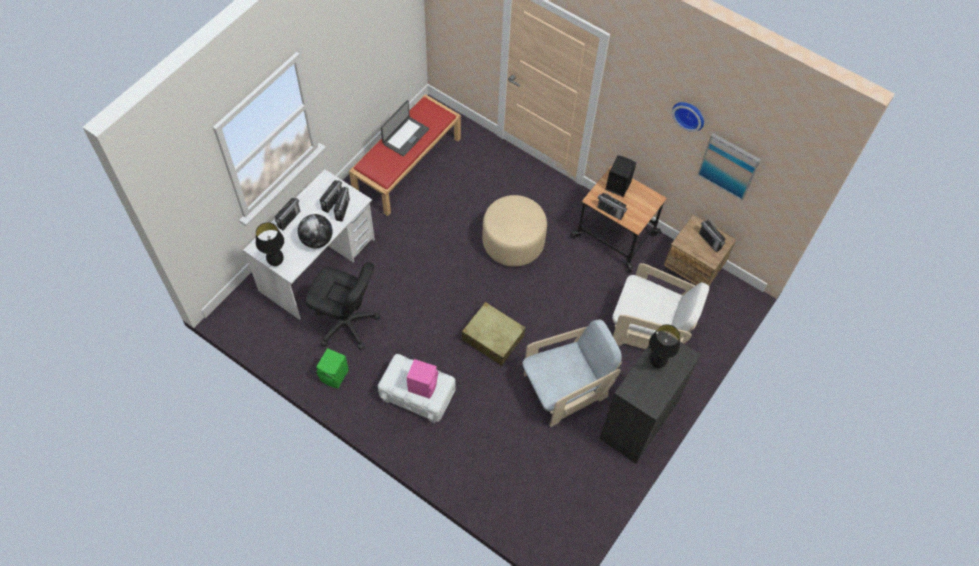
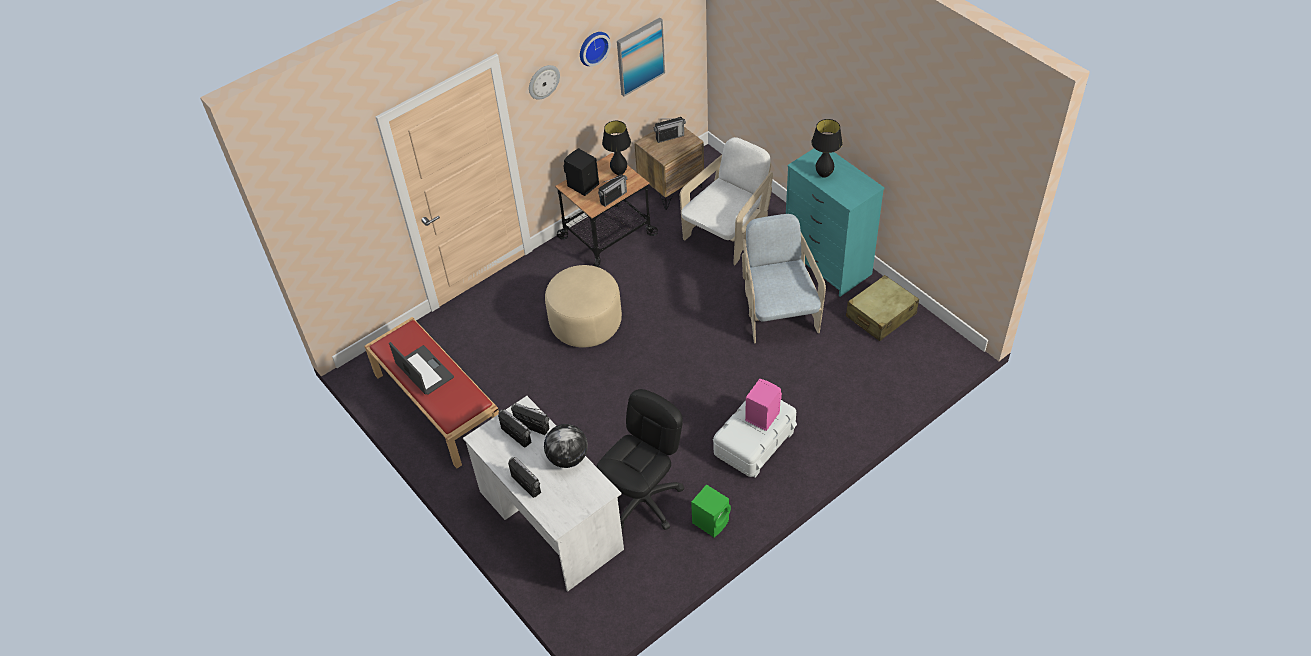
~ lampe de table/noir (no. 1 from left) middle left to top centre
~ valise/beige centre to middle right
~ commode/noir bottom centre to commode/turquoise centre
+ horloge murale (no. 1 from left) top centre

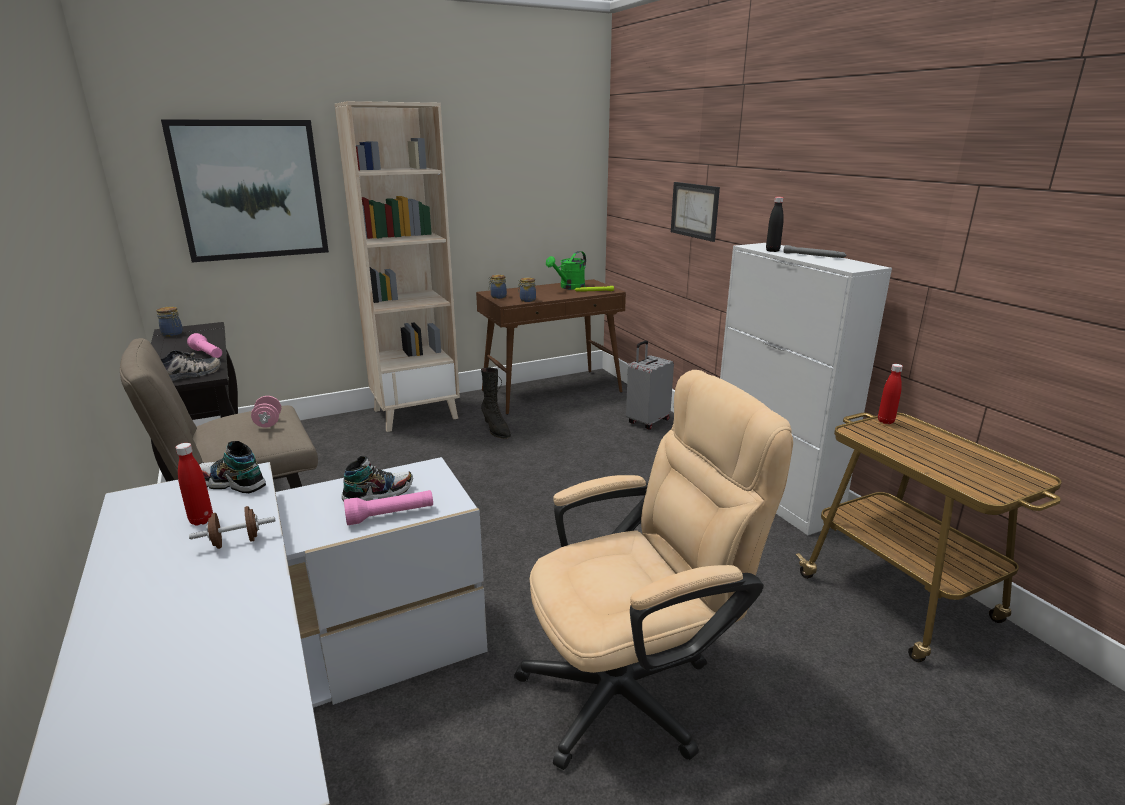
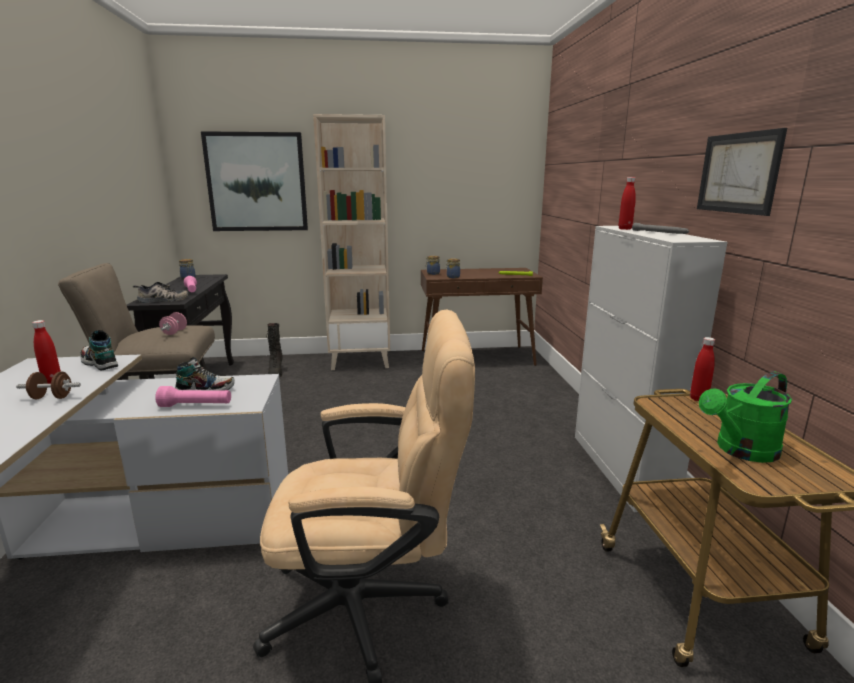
~ tableau (no. 2 from left) top centre to top right
~ bouteille/noir top right to bouteille/rouge (no. 2 from left) top right
~ arrosoir/vert centre to middle right
- valise/gris centre
~ botte/noir centre to middle left

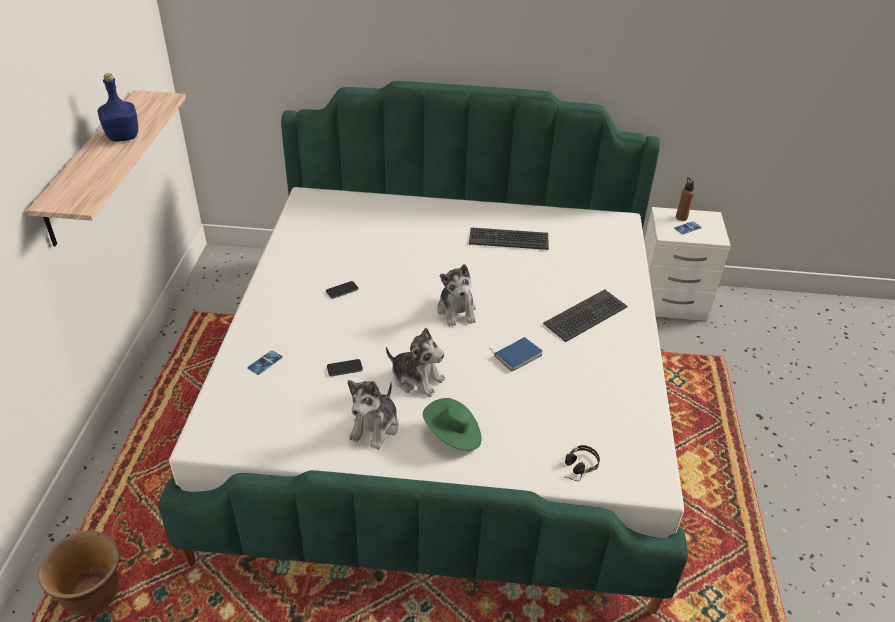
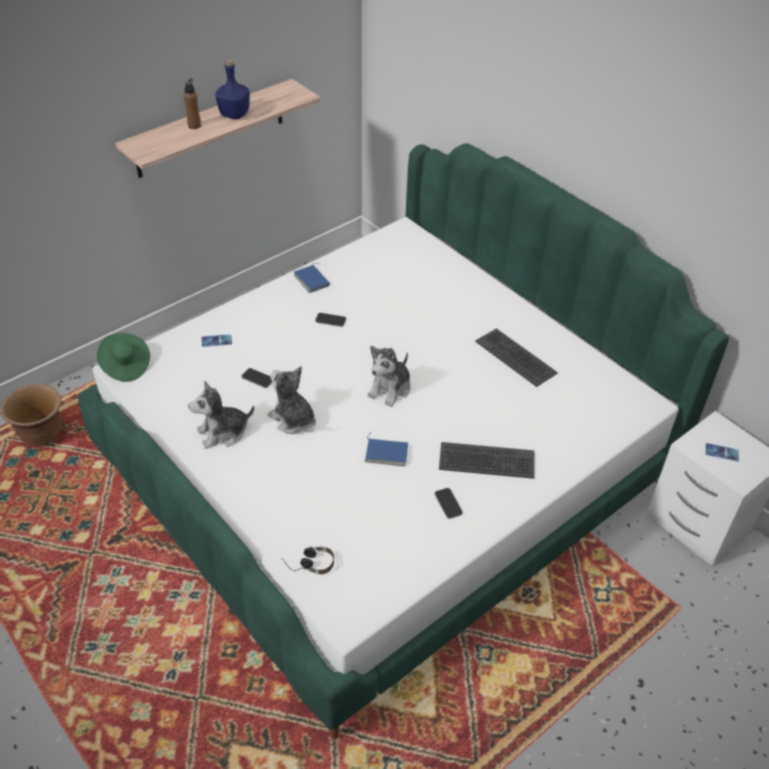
~ bouteille/marron top right to top left
~ peluche (no. 2 from left) centre = centre 150 degrees clockwise
~ chapeau/vert bottom centre to middle left
+ livre/bleu (no. 1 from left) centre
+ téléphone (no. 4 from left) centre

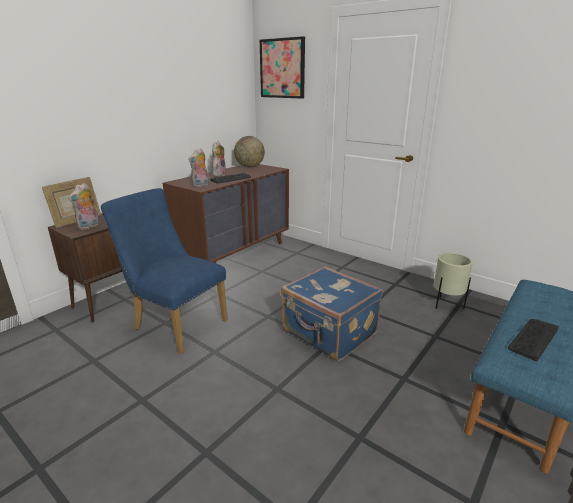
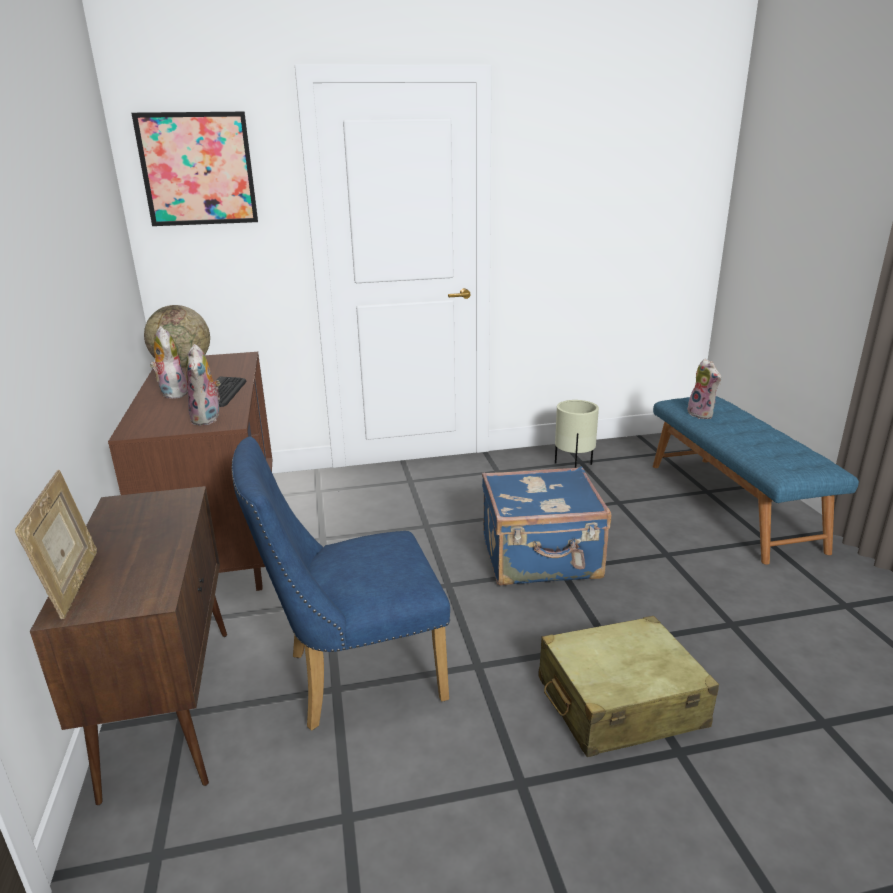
~ peluche (no. 1 from left in the first image) middle left to peluche (no. 3 from left) middle right
- clavier (no. 2 from left) bottom right
+ valise/beige bottom right

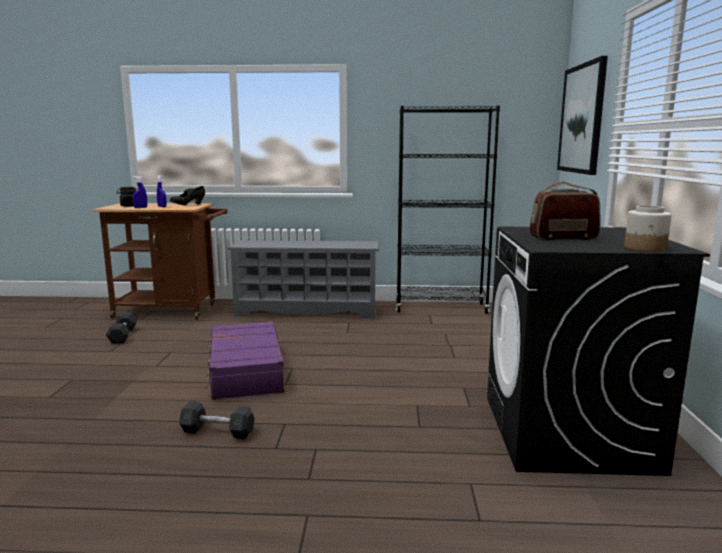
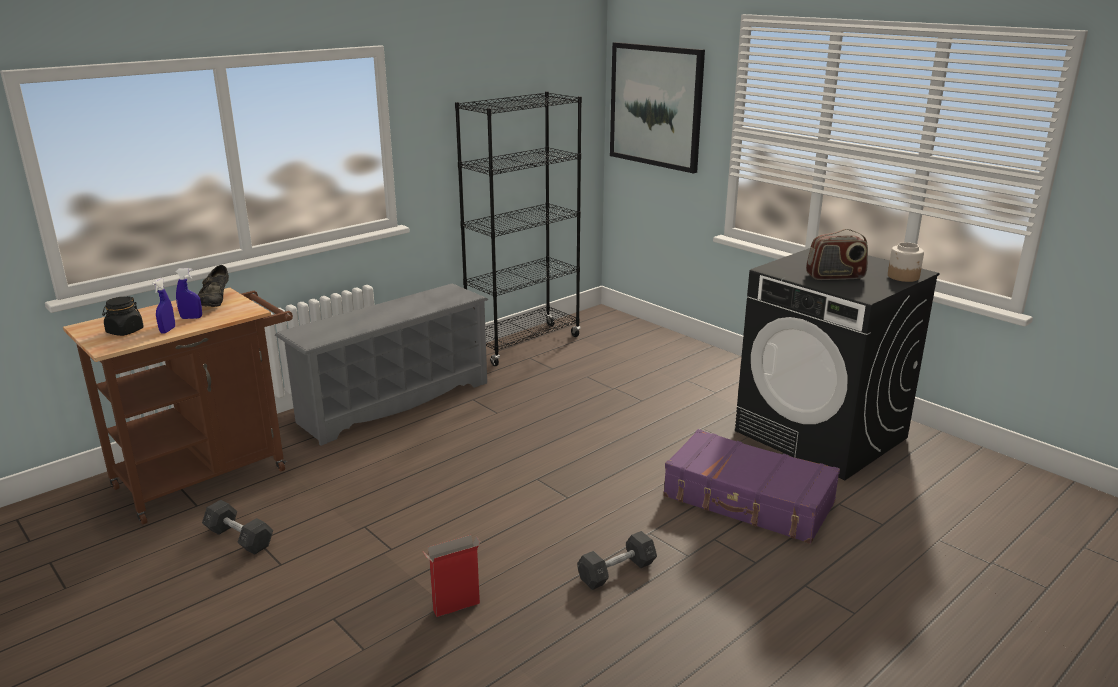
~ radio middle right = middle right 135 degrees counterclockwise
~ valise/violet centre to bottom right
+ carton bottom centre

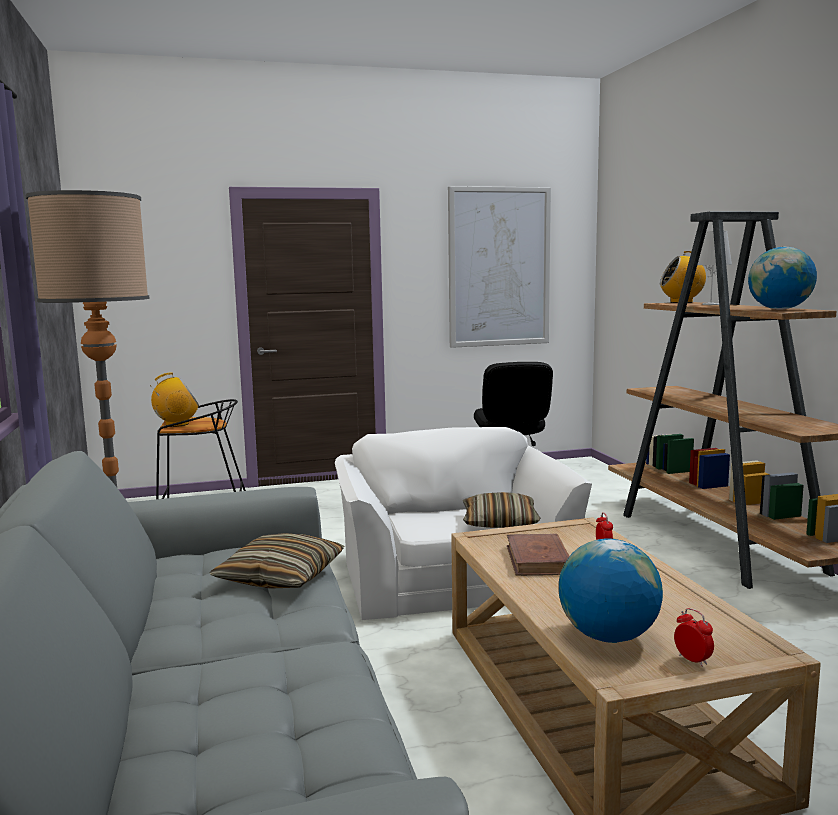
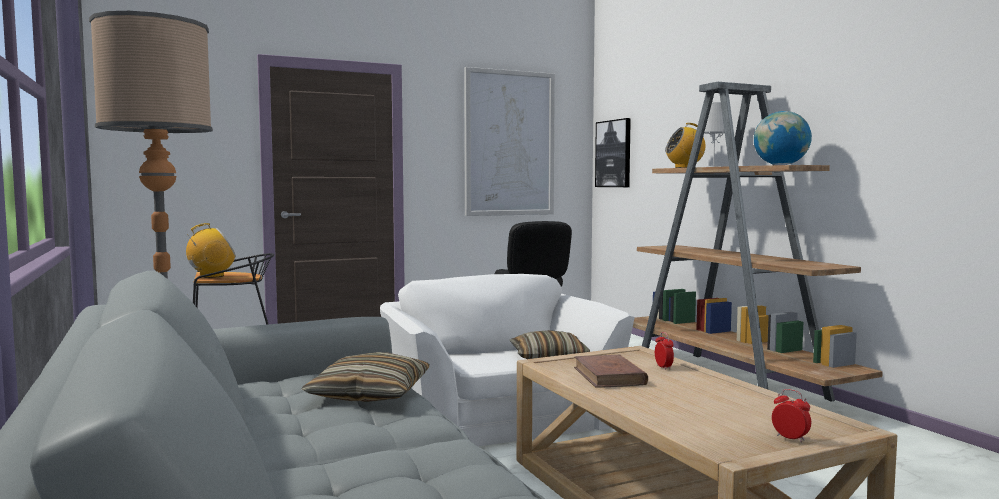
- globe (no. 1 from left) bottom right
+ tableau (no. 2 from left) top centre

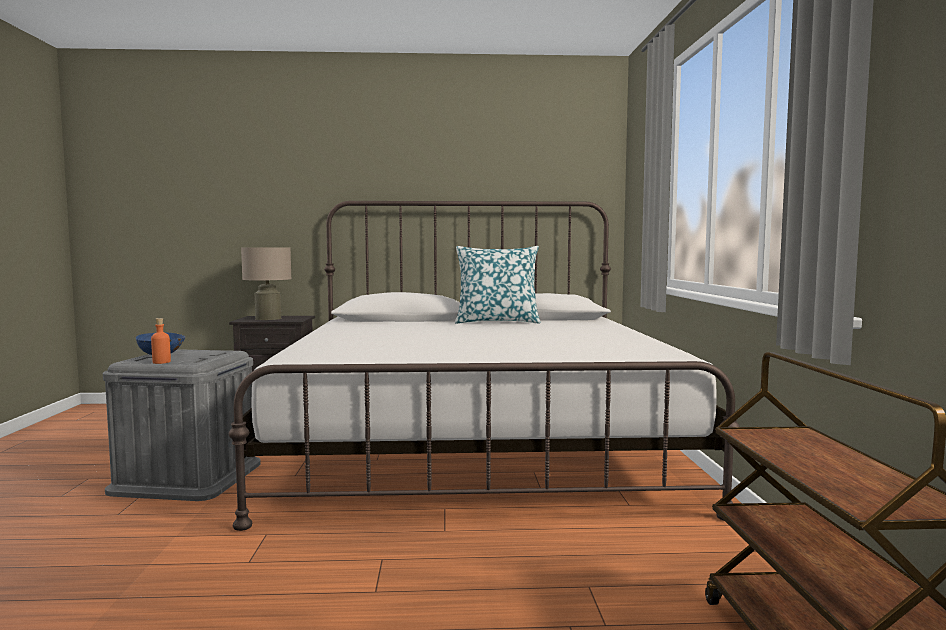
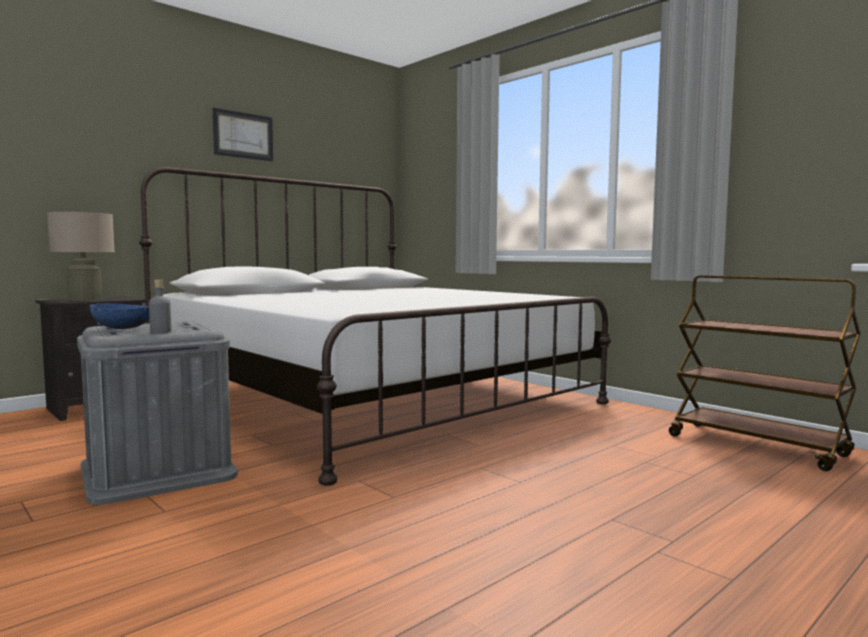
- coussin centre
~ bouteille/orange middle left to bouteille/gris middle left
+ tableau top left

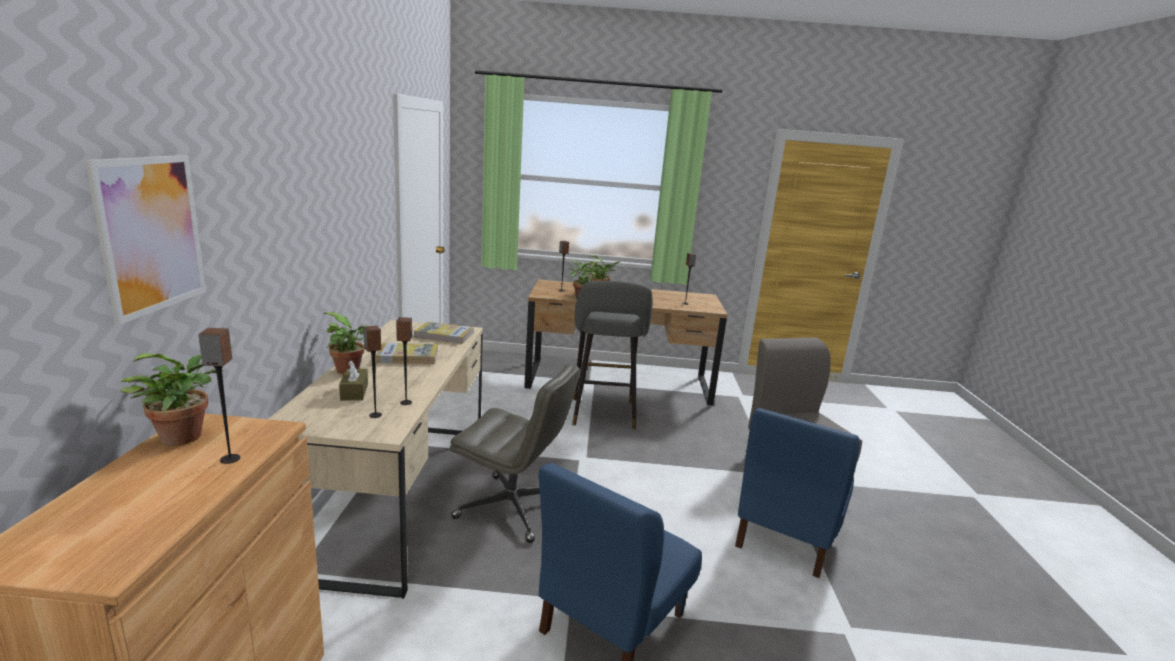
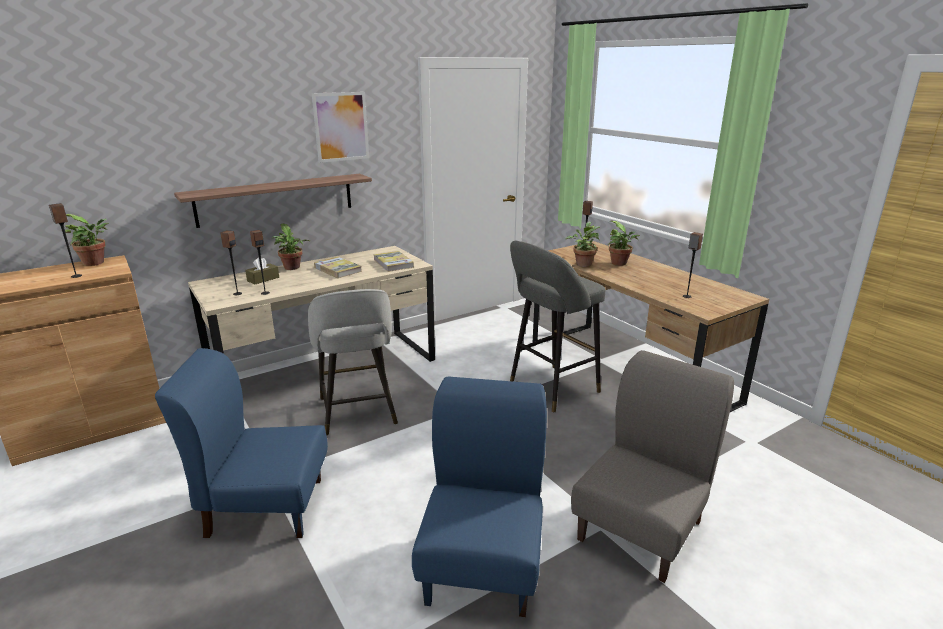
~ tableau middle left to top centre
~ chaise de bureau/gris bottom centre to tabouret/gris (no. 1 from left) centre
~ chaise/bleu (no. 2 from left) bottom right = bottom centre 105 degrees clockwise
+ étagère top left

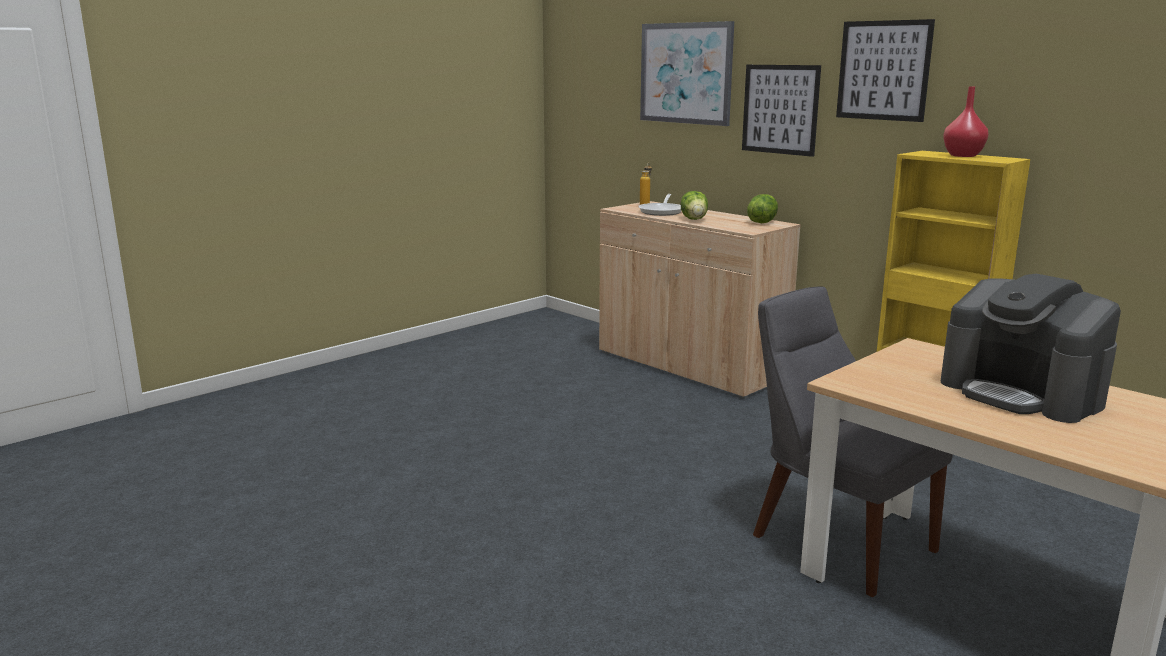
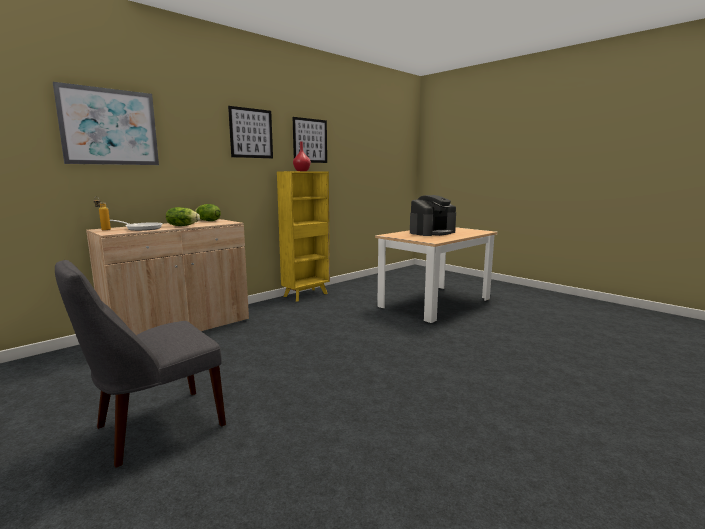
~ tableau (no. 2 from left in the first image) top right to tableau (no. 3 from left) top centre
~ chaise/gris bottom right to bottom left

